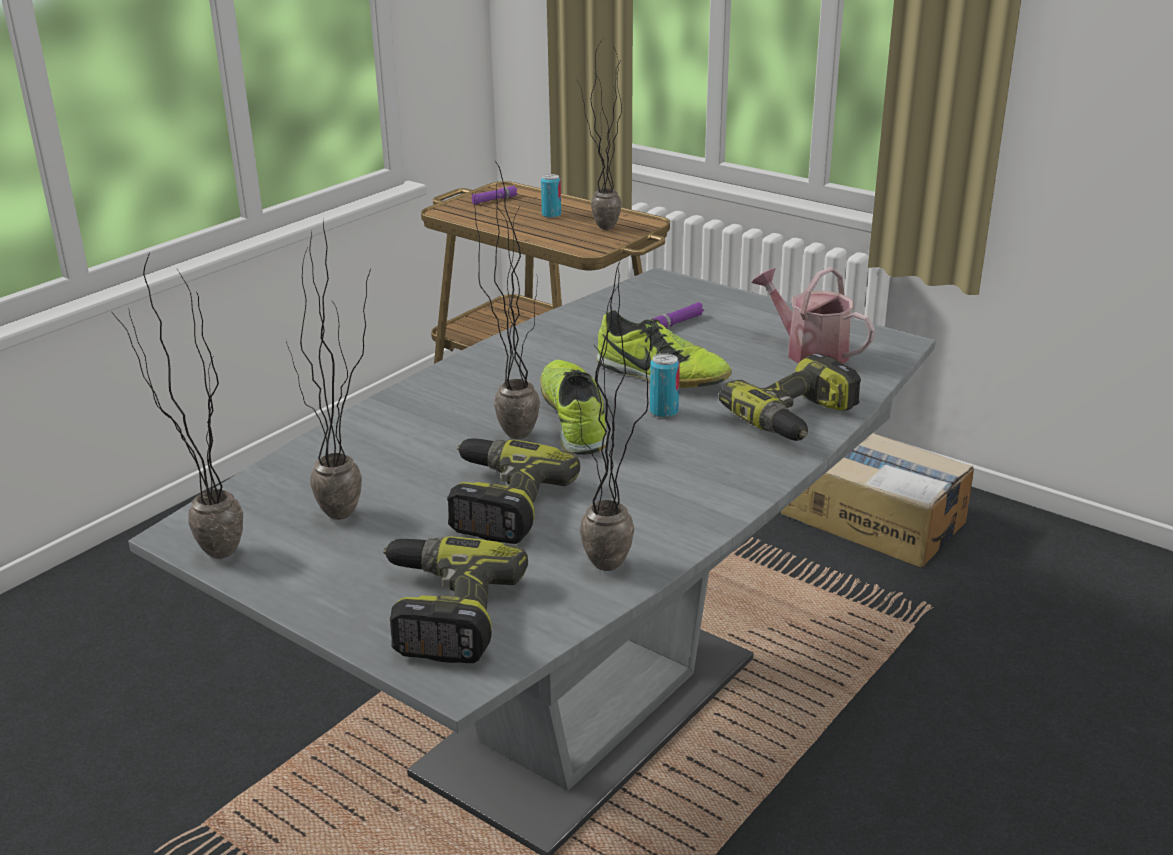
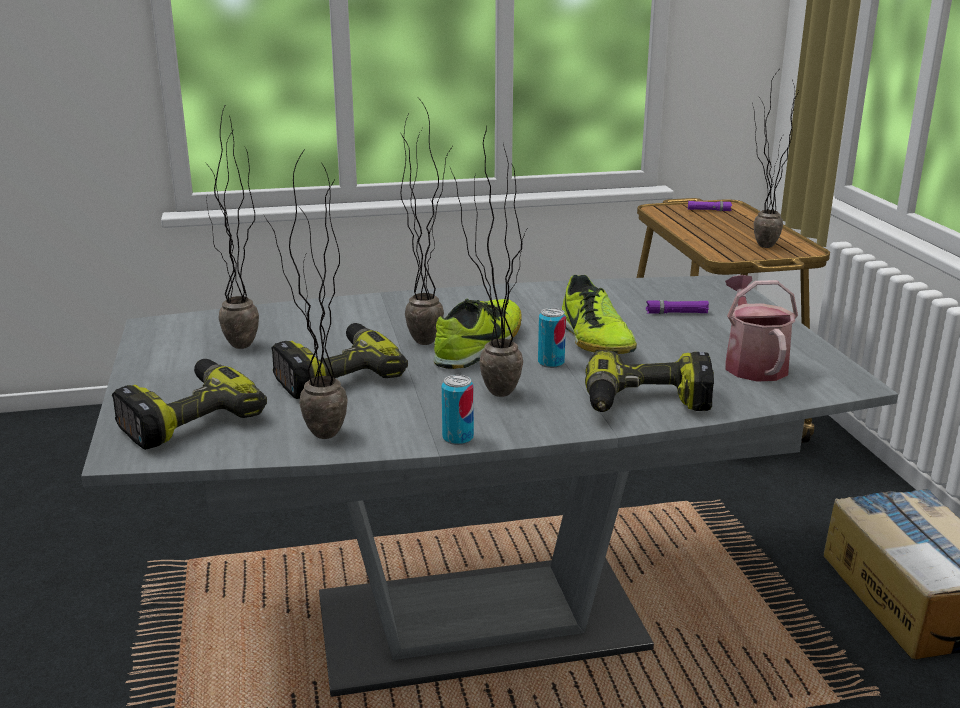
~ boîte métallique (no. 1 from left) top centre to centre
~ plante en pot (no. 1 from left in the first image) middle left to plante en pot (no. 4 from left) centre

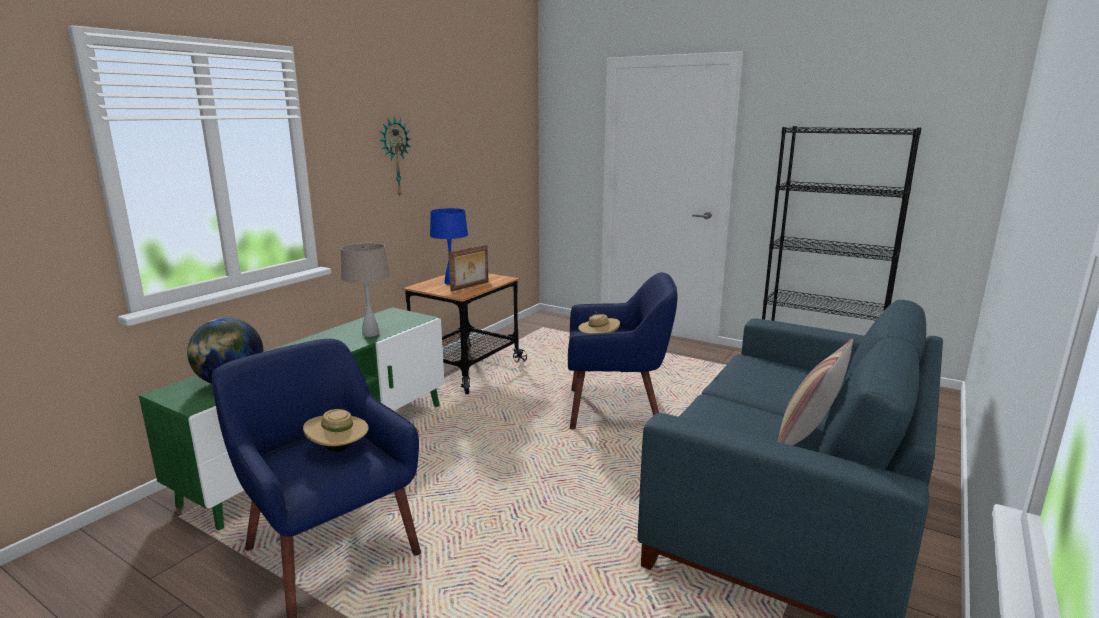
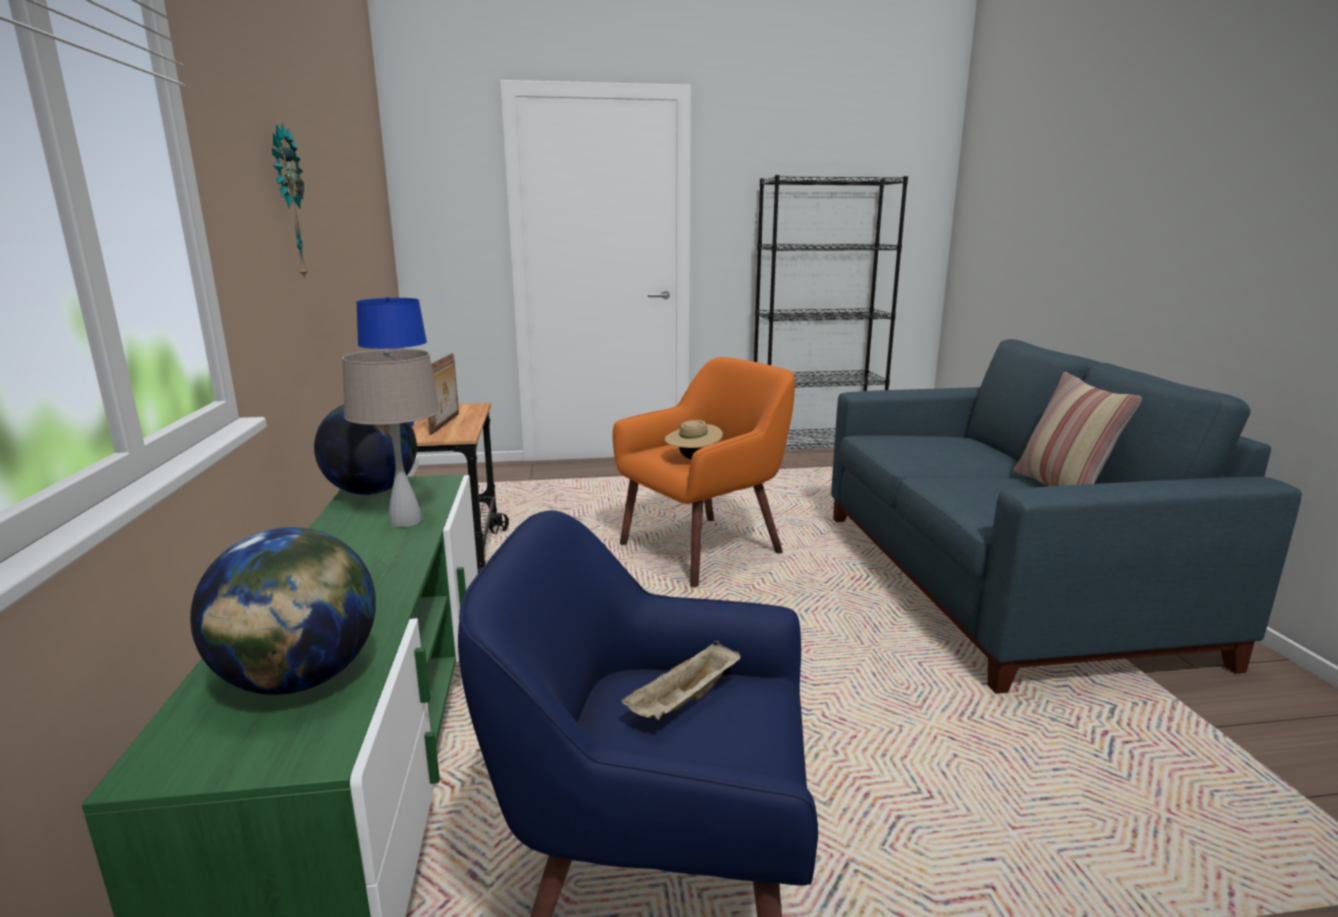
~ fauteuil/bleu (no. 2 from left) centre to fauteuil/orange centre
~ chapeau/beige (no. 1 from left) bottom left to plateau/beige bottom centre
+ globe (no. 2 from left) middle left

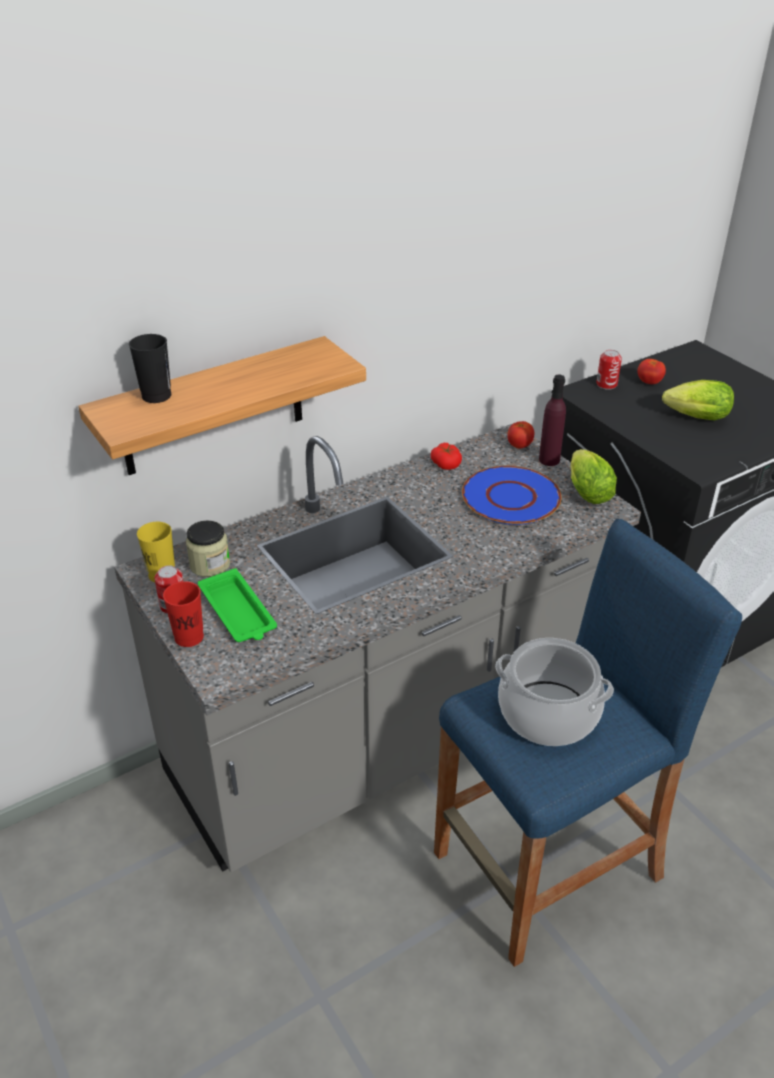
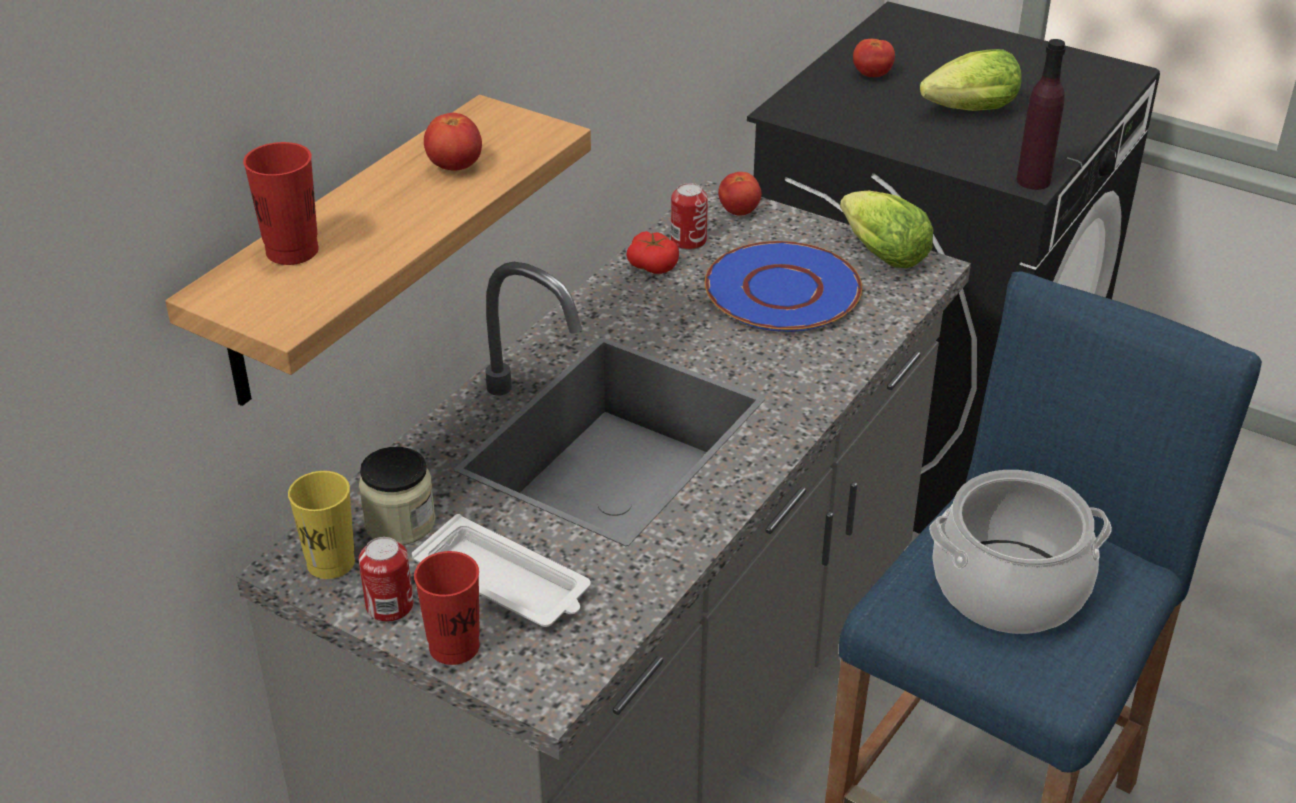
~ tasse/noir middle left to tasse/rouge (no. 1 from left) top left
~ boîte métallique (no. 2 from left) middle right to top centre
~ bouteille/violet middle right to top right
~ plateau/vert middle left to plateau/blanc bottom centre
+ tomate (no. 1 from left) top centre

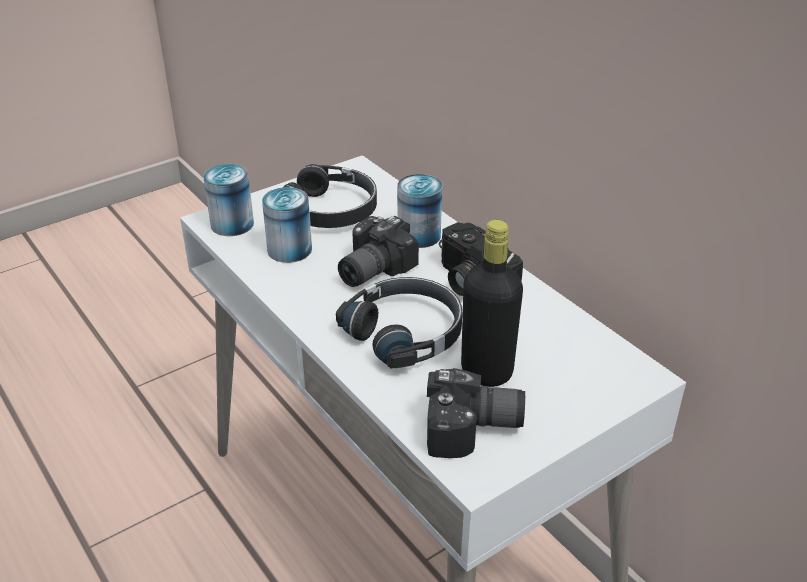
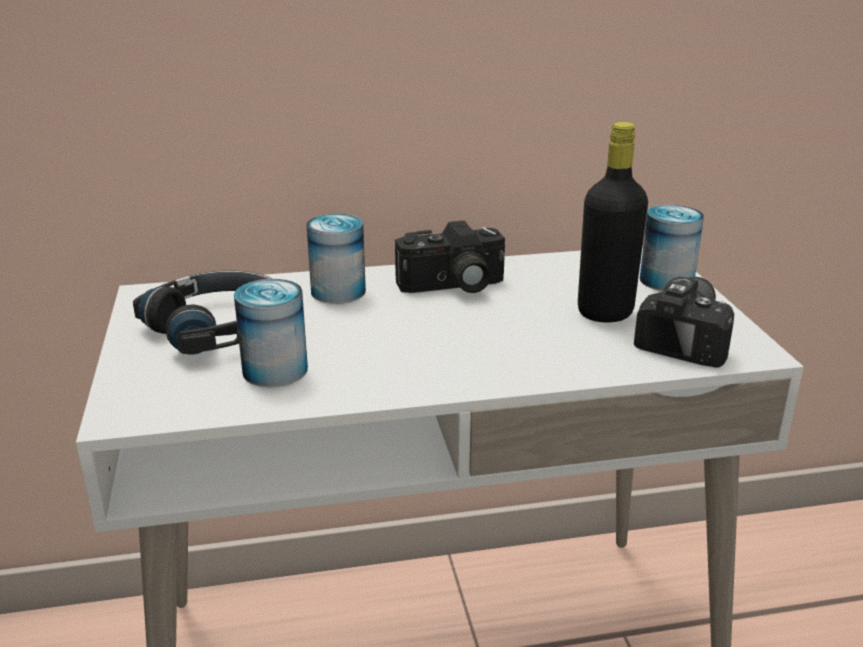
~ boîte métallique (no. 1 from left in the first image) middle left to boîte métallique (no. 3 from left) middle right
- appareil photo (no. 1 from left) centre
- casque audio/noir (no. 2 from left) centre

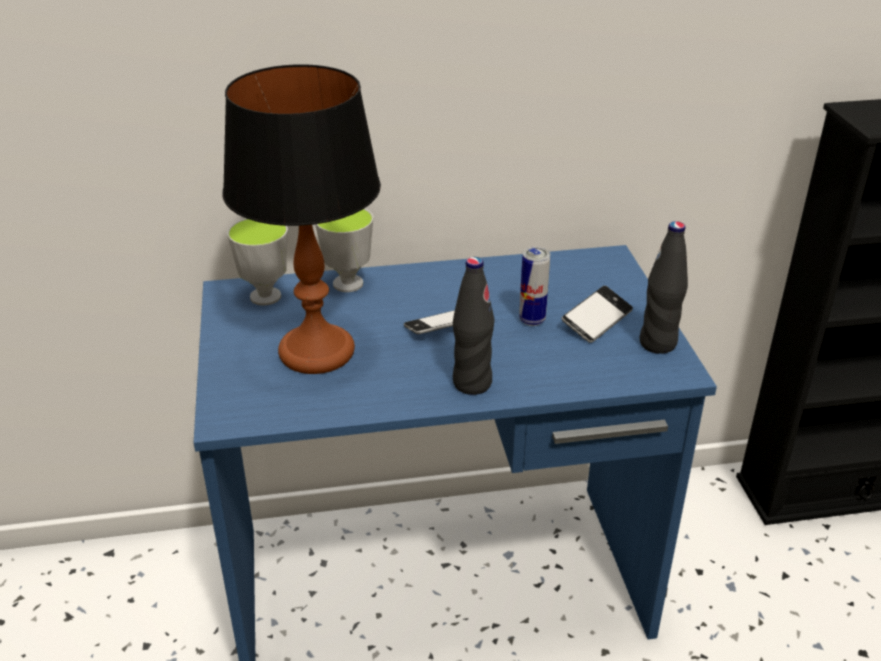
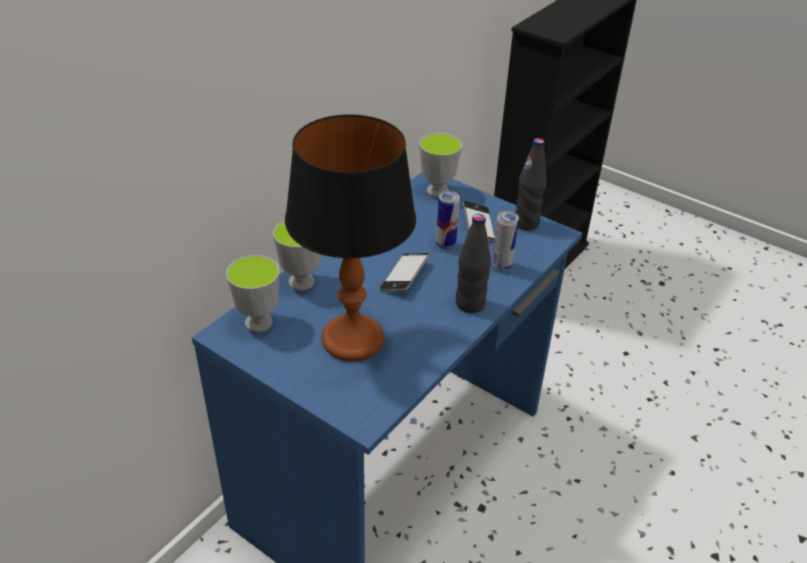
+ tasse (no. 3 from left) top centre
+ boîte métallique (no. 2 from left) centre

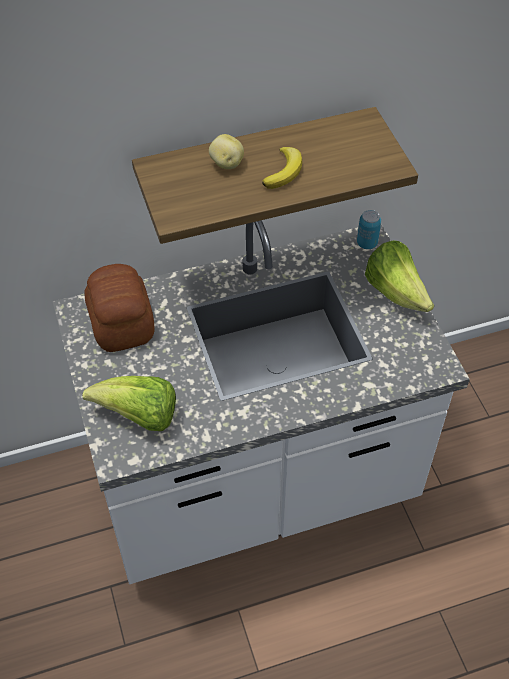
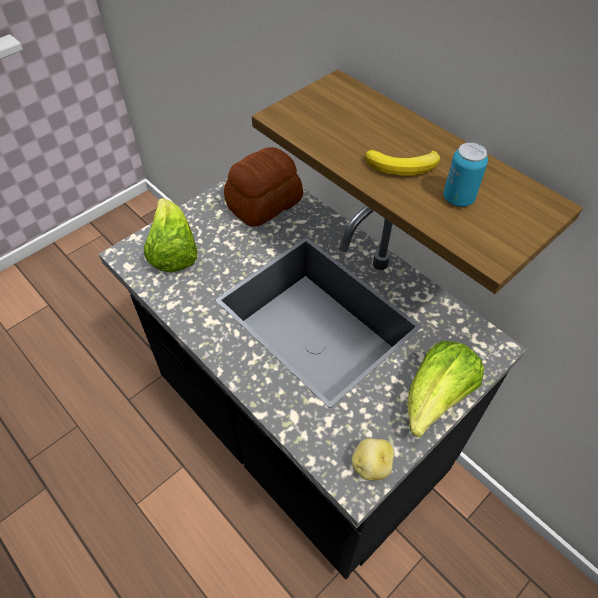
~ pomme de terre top centre to bottom centre
~ boîte métallique middle right to top right
~ comptoir de cuisine/blanc centre to comptoir de cuisine/noir centre

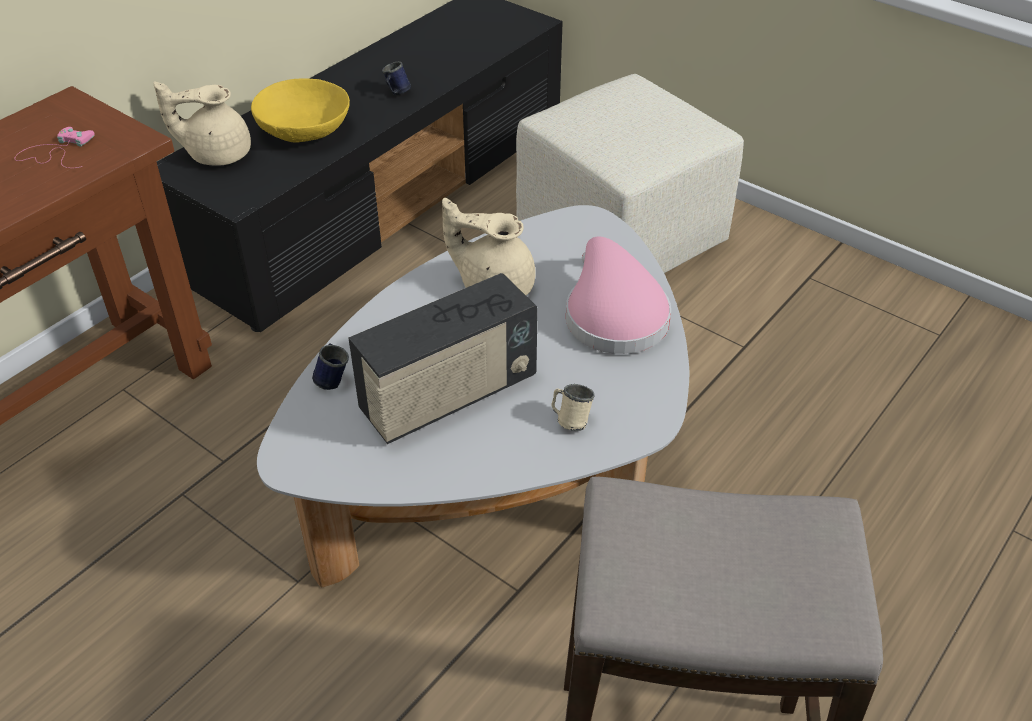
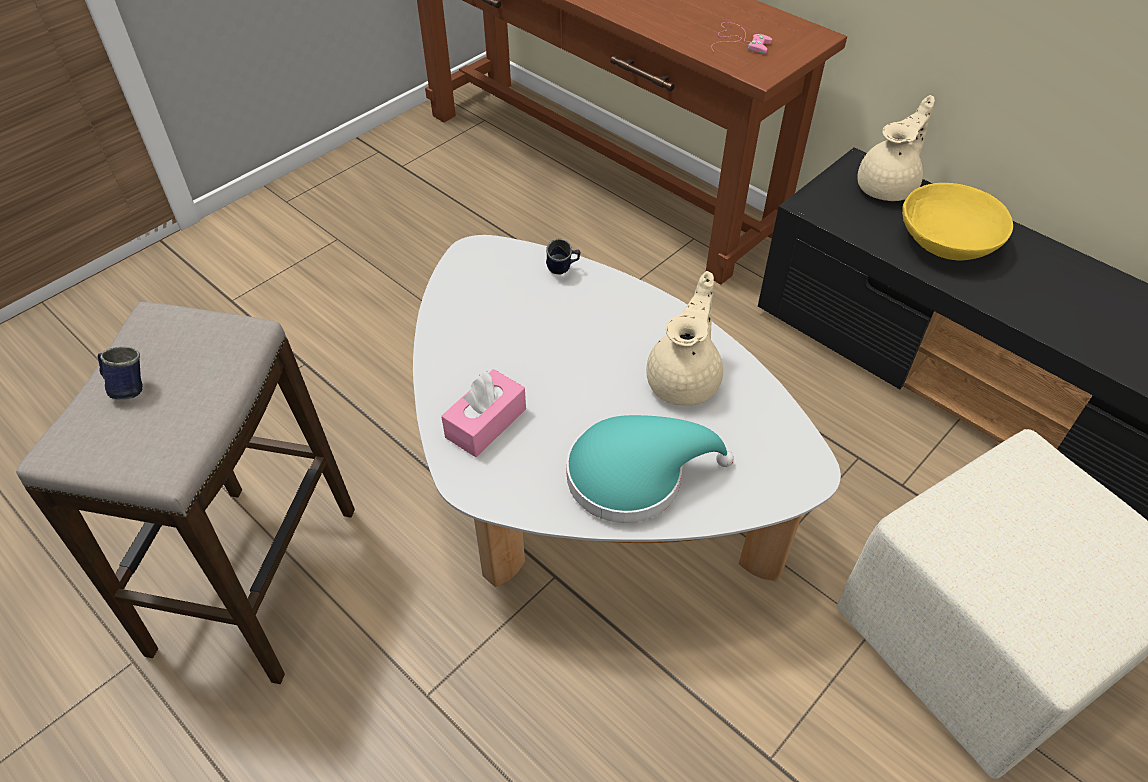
~ mug/bleu (no. 2 from left in the first image) top centre to mug/bleu (no. 1 from left) middle left
~ théière/beige (no. 1 from left in the first image) top left = top right 45 degrees clockwise
~ chapeau/rose centre to chapeau/turquoise centre
- radio centre
~ mug/beige centre to boîte à mouchoirs/rose centre

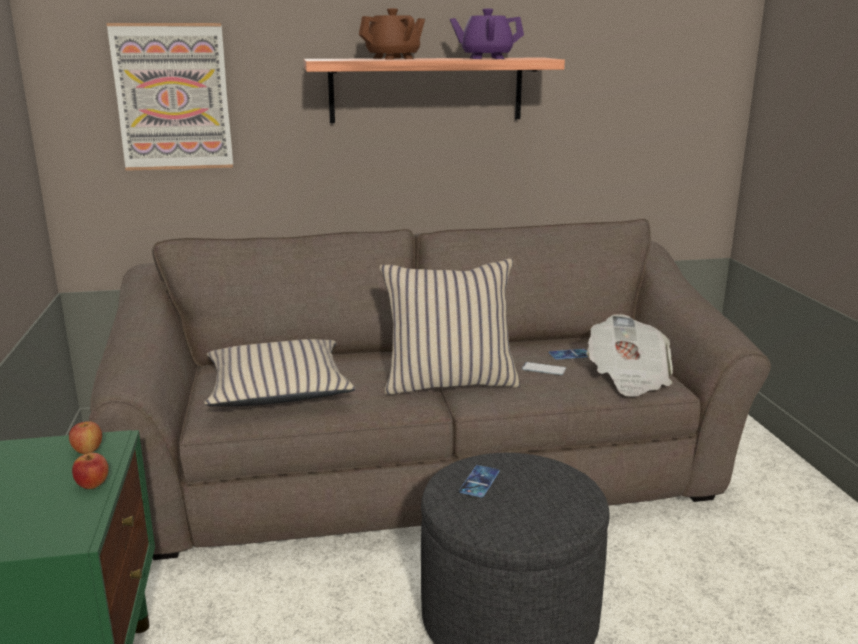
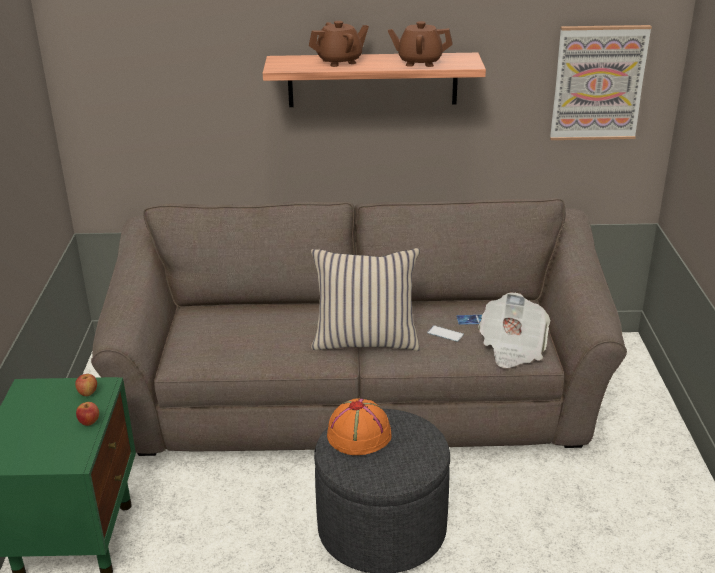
~ théière/violet top centre to théière/marron (no. 2 from left) top centre
~ tableau top left to top right
- coussin/beige (no. 1 from left) middle left
~ téléphone (no. 1 from left) bottom centre to chapeau/orange bottom centre

